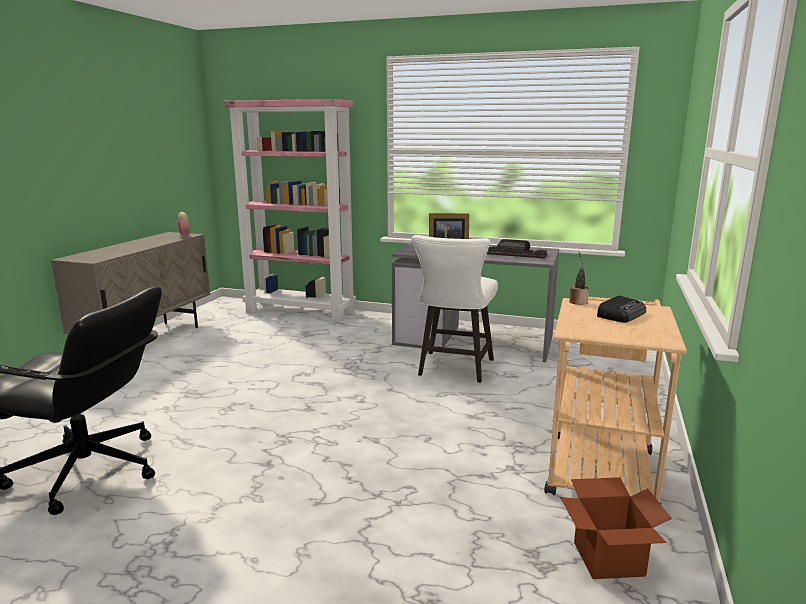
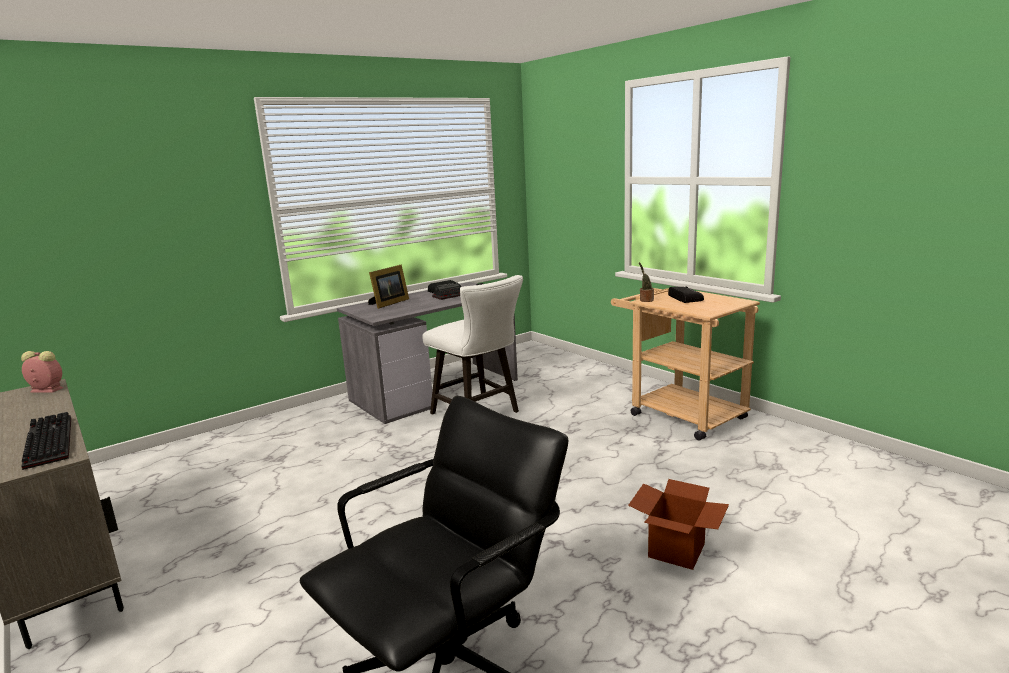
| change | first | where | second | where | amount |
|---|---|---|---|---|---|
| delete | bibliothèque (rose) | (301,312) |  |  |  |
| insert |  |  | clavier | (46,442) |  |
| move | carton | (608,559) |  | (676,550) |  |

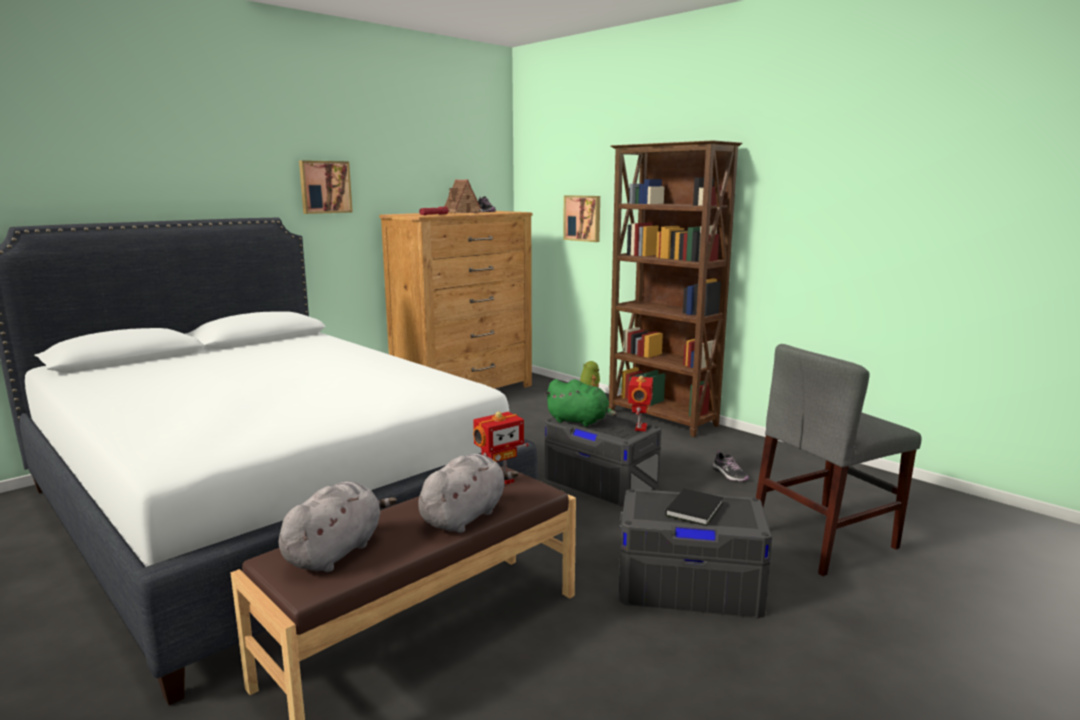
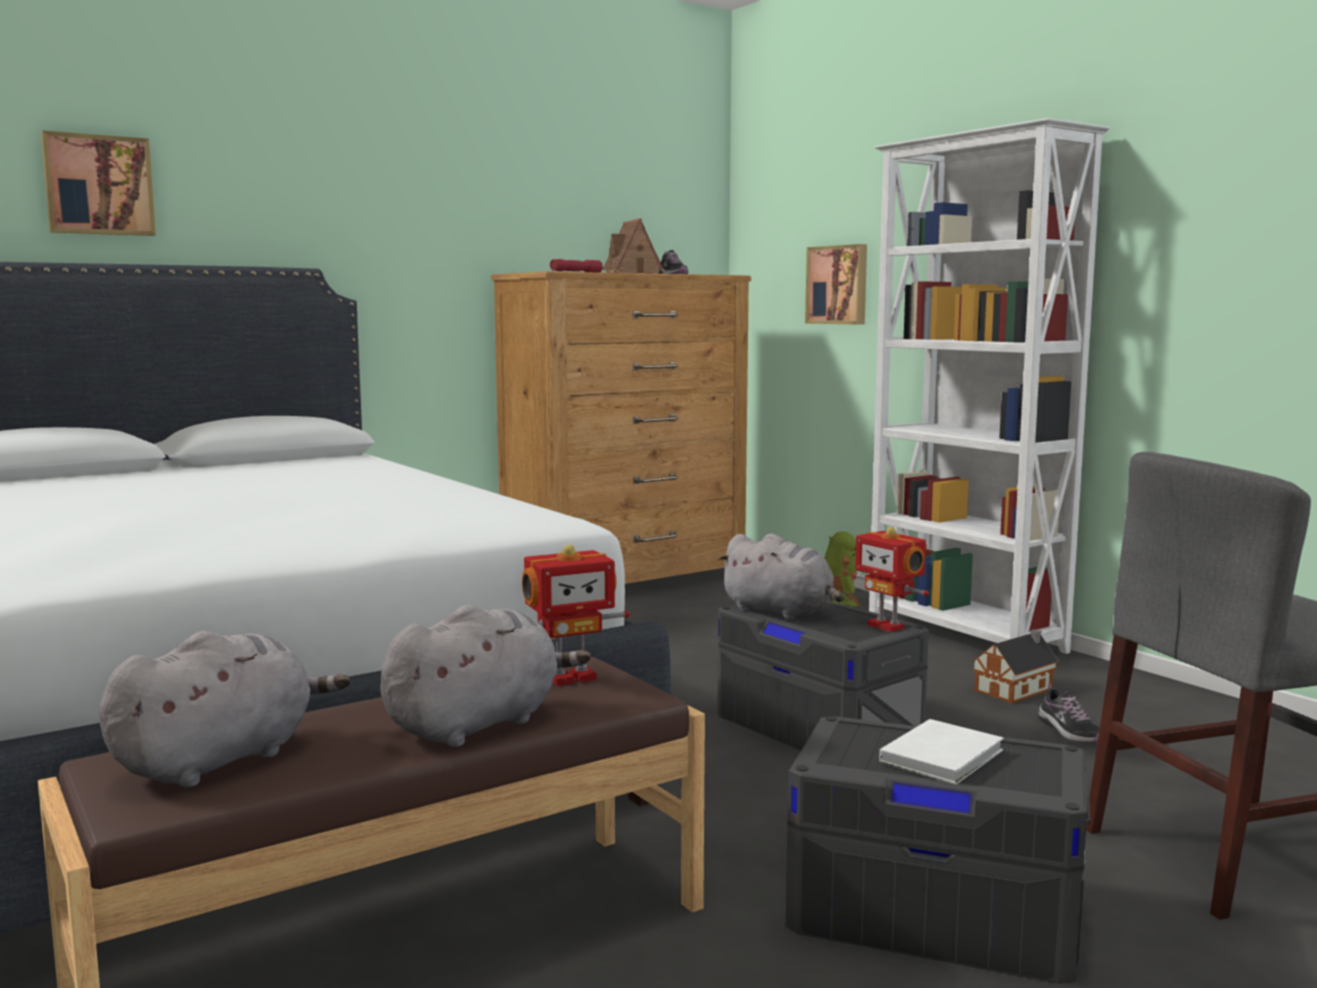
| change | first | where | second | where | amount |
|---|---|---|---|---|---|
| insert |  |  | maison miniature | (1016,689) |  |
| move | tableau | (325,187) |  | (98,185) |  |
| recolor | peluche (vert) | (580,421) | peluche (gris) | (781,612) |  |
| recolor | bibliothèque (marron) | (662,419) | bibliothèque (blanc) | (964,636) |  |
| recolor | livre (noir) | (696,509) | livre (blanc) | (945,756) |  |
| rotate | robot jouet | (639,428) |  | (887,626) | 120 degrees clockwise |

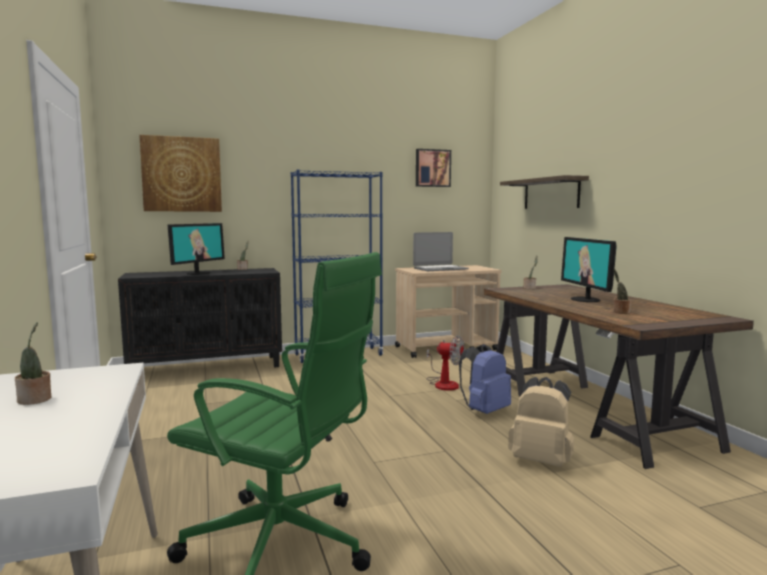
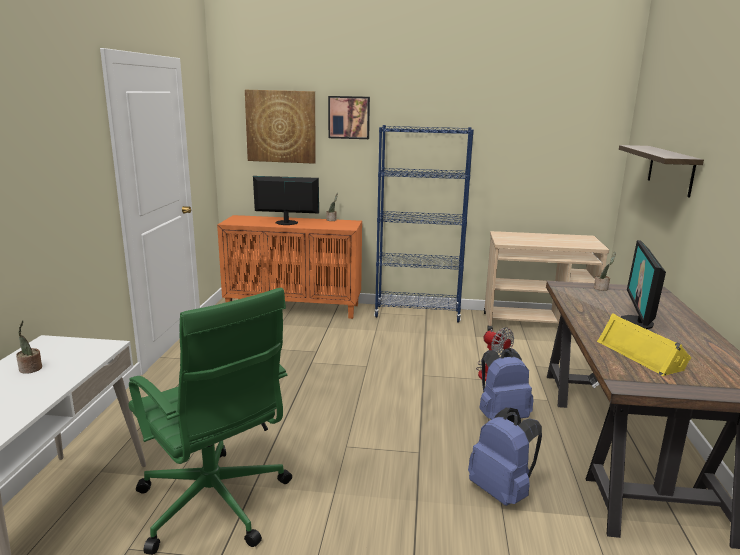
| change | first | where | second | where | amount |
|---|---|---|---|---|---|
| delete | ordinateur portable | (440,269) |  |  |  |
| move | tableau | (432,168) |  | (349,117) |  |
| replace | plante en pot | (620,312) | enceinte (jaune) | (641,355) |  |
| recolor | meuble de rangement (noir) | (208,367) | meuble de rangement (orange) | (294,307) |  |
| recolor | sac à dos (beige) | (541,460) | sac à dos (bleu) | (502,491) |  |
| rotate | écran d'ordinateur | (198,273) |  | (286,223) | 135 degrees counterclockwise |

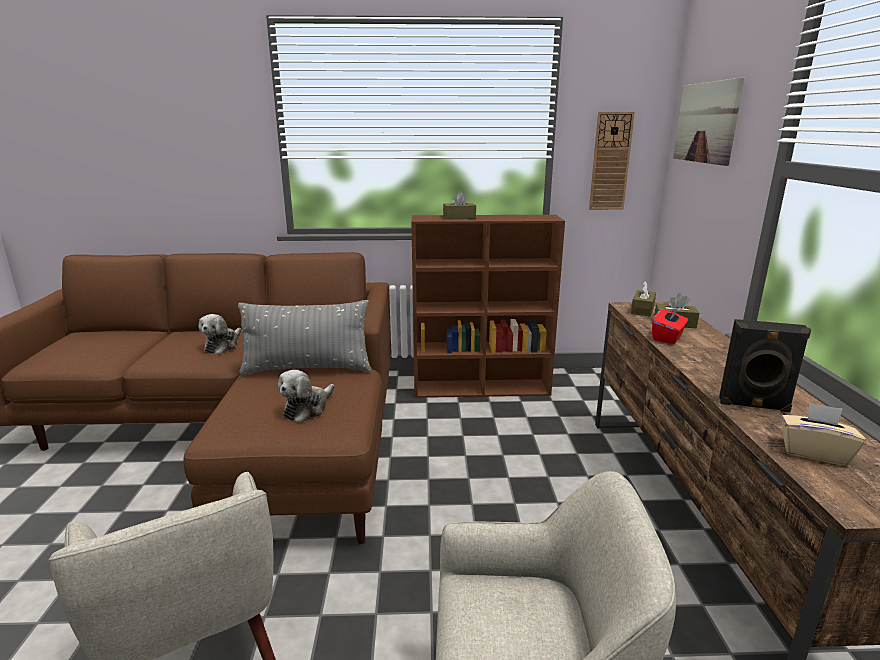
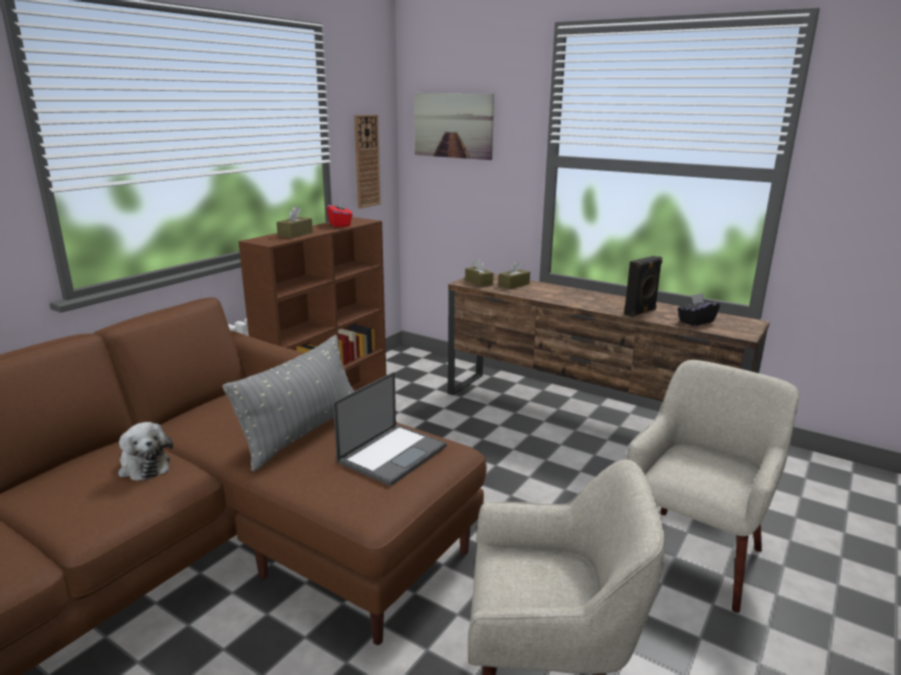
| change | first | where | second | where | amount |
|---|---|---|---|---|---|
| move | boîte à mouchoirs (rouge) | (668,337) |  | (340,224) |  |
| replace | peluche | (307,408) | ordinateur portable | (393,453) |  |
| recolor | boîte à mouchoirs (beige) | (814,452) | boîte à mouchoirs (noir) | (696,321) |  |

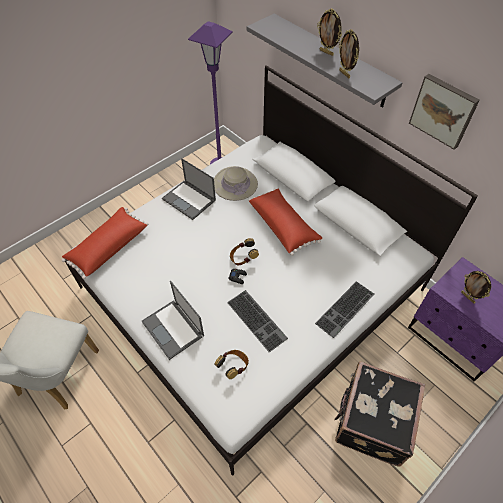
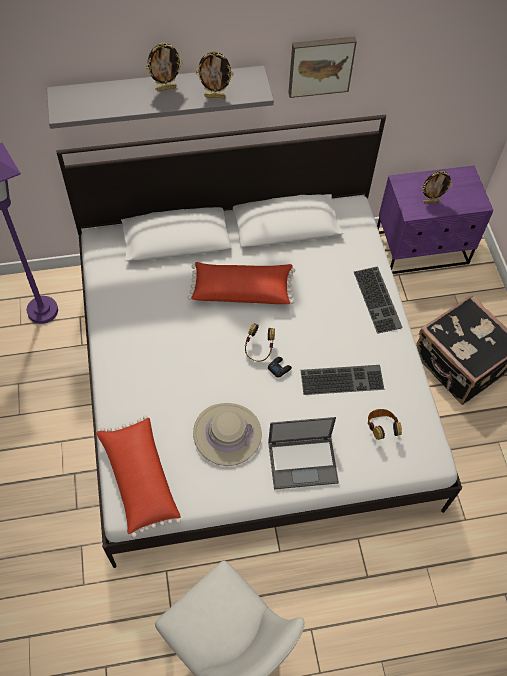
| change | first | where | second | where | amount |
|---|---|---|---|---|---|
| delete | ordinateur portable | (189,200) |  |  |  |
| move | chapeau (beige) | (235,184) |  | (227,434) |  |

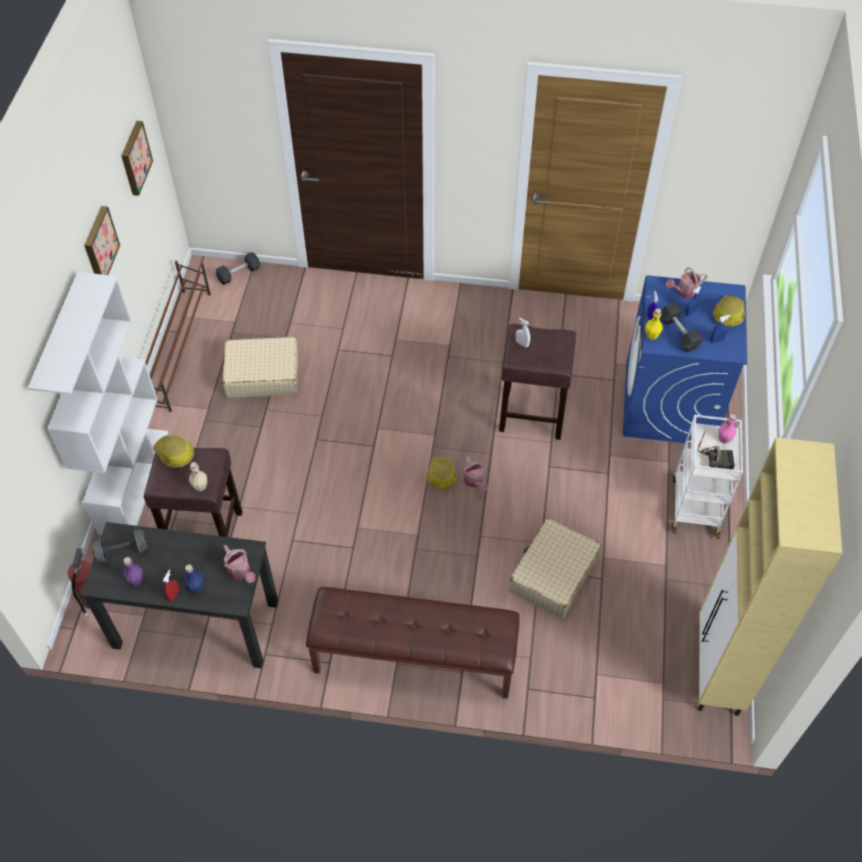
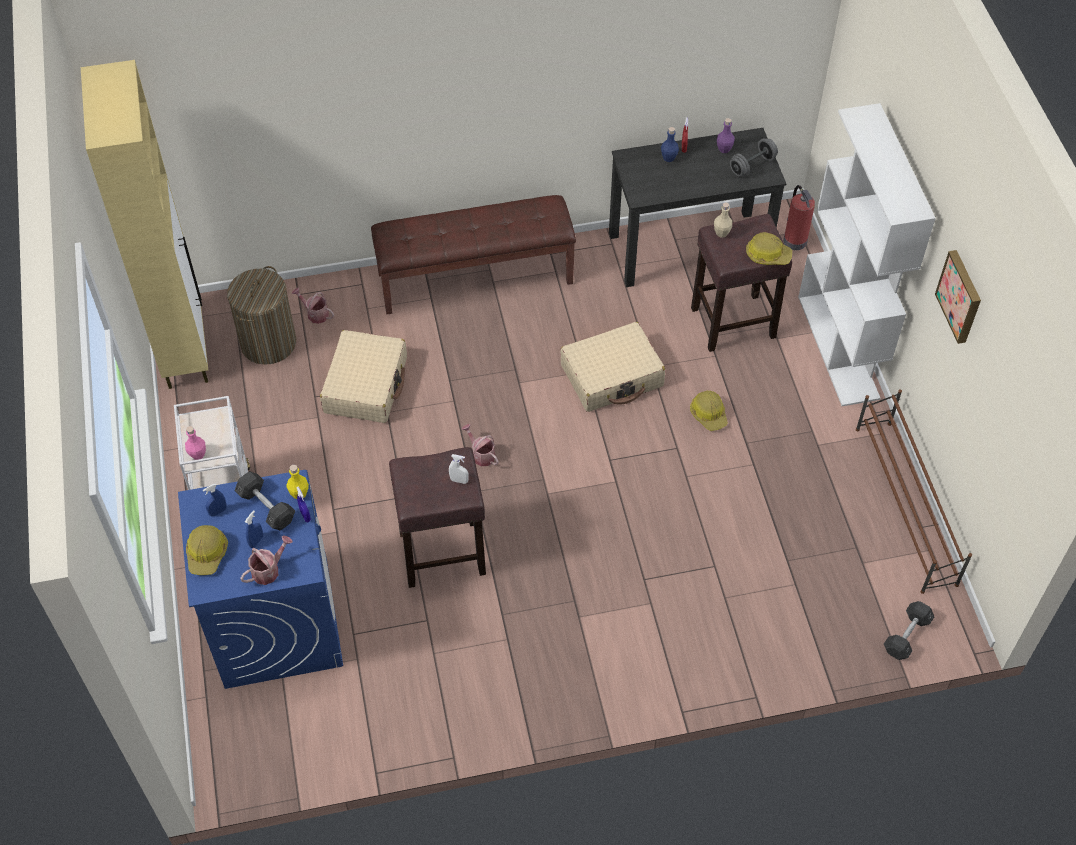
| change | first | where | second | where | amount |
|---|---|---|---|---|---|
| delete | tableau | (134,158) |  |  |  |
| delete | radio | (717,460) |  |  |  |
| insert |  |  | panier à linge | (268,343) |  |
| move | valise (beige) | (262,375) |  | (612,376) |  |
| move | arrosoir | (240,572) |  | (315,313) |  |
| move | casque de chantier | (441,475) |  | (708,414) |  |

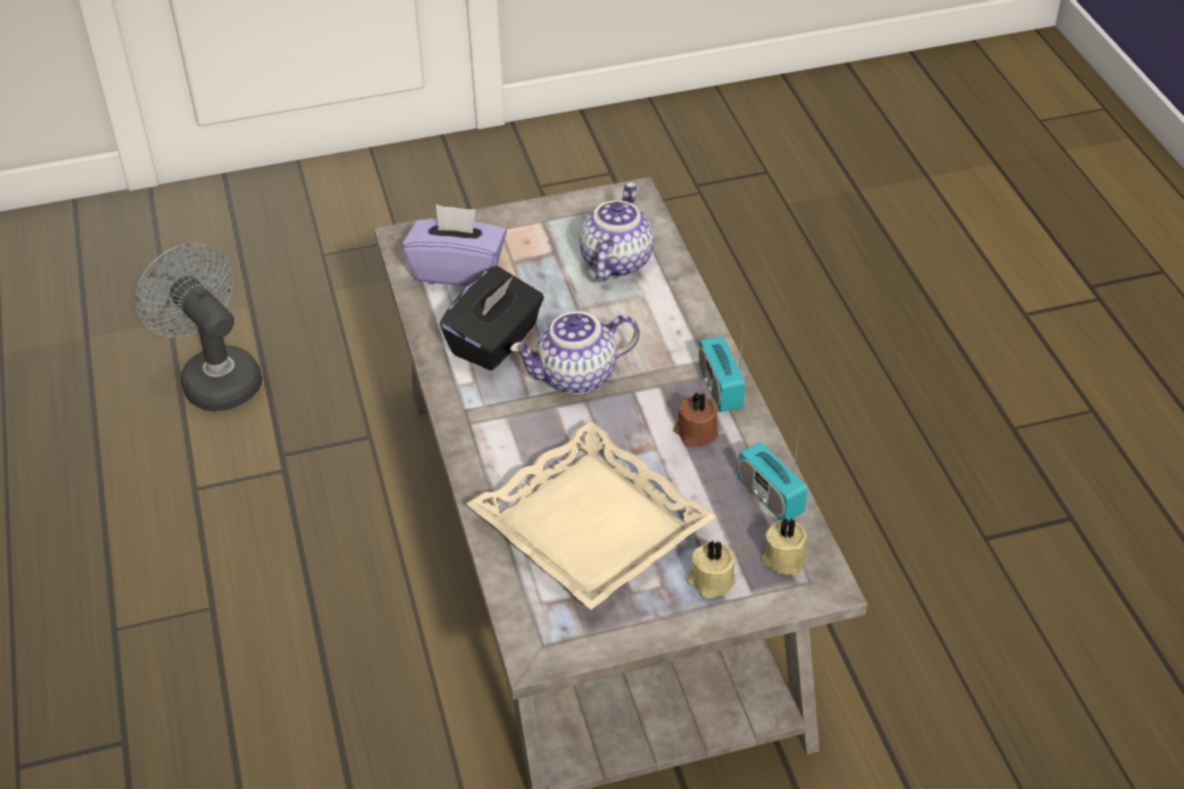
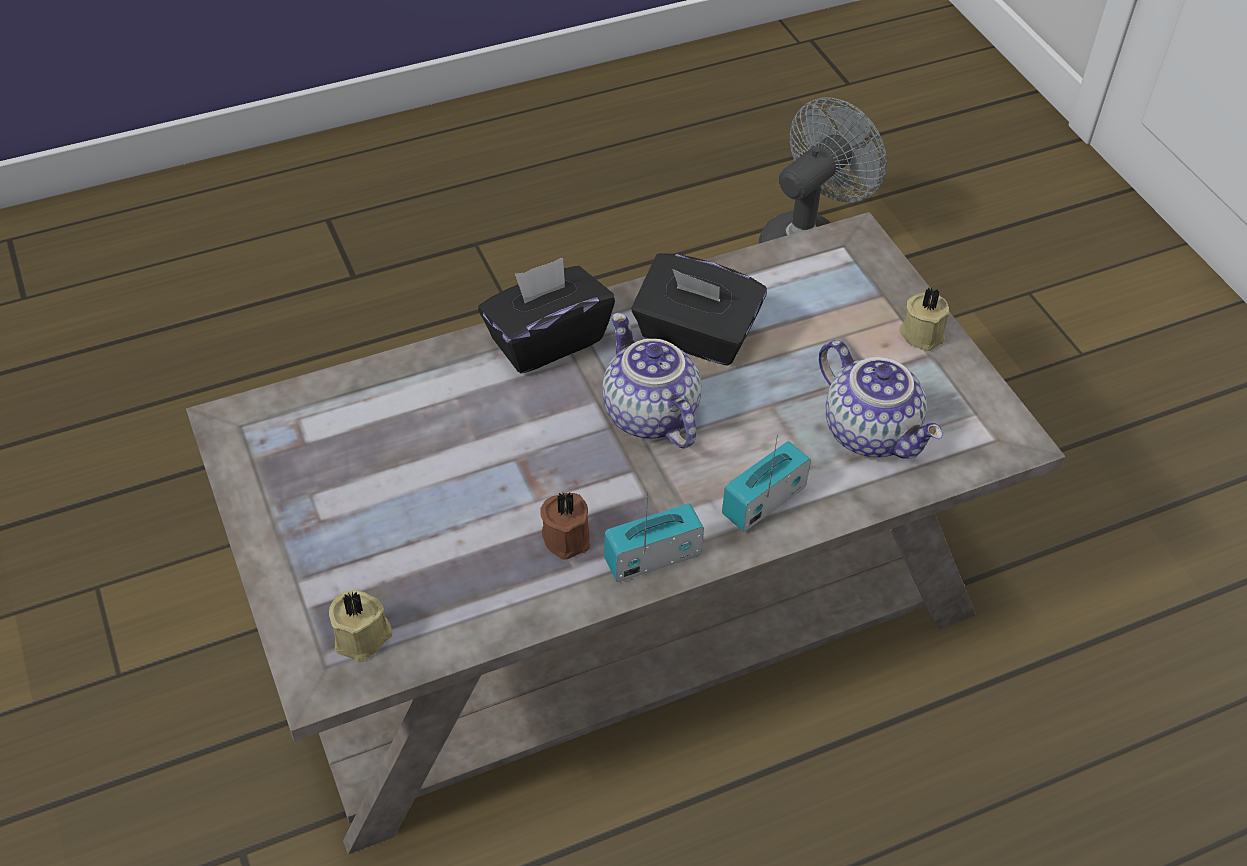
| change | first | where | second | where | amount |
|---|---|---|---|---|---|
| delete | boîte à mouchoirs (violet) | (458,270) |  |  |  |
| delete | plateau (beige) | (592,525) |  |  |  |
| insert |  |  | boîte à mouchoirs (noir) | (546,340) |  |
| move | bougie (beige) | (710,581) |  | (922,333) |  |
| move | radio | (770,496) |  | (763,501) |  |
| rotate | théière | (615,261) |  | (872,432) | 45 degrees clockwise |

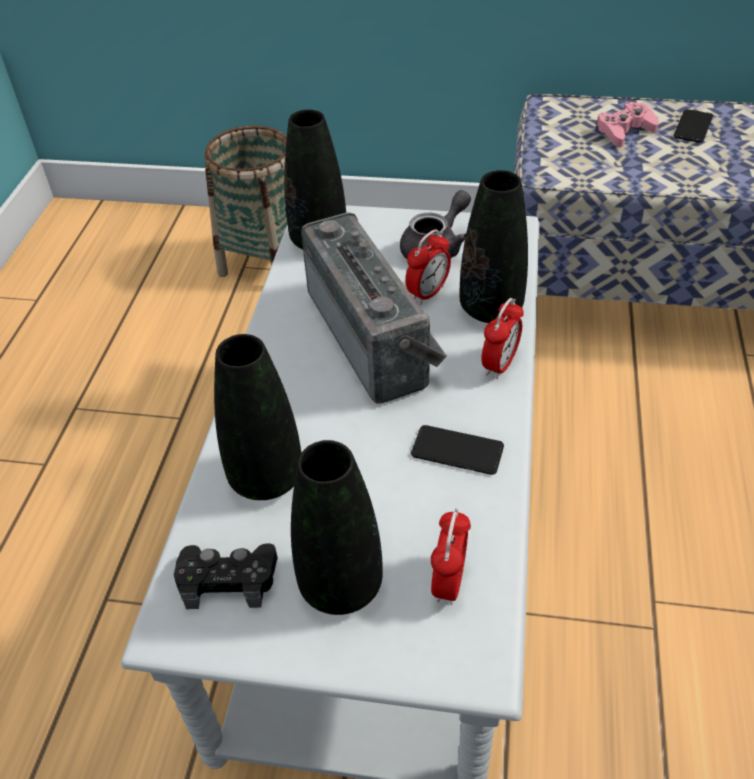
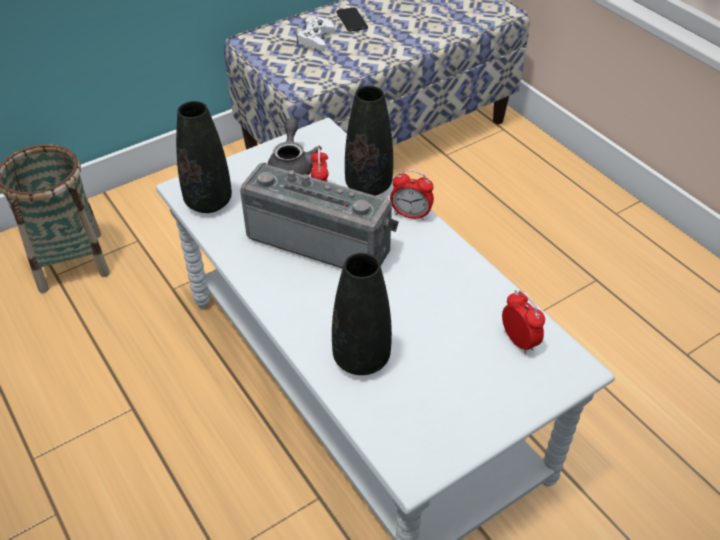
| change | first | where | second | where | amount |
|---|---|---|---|---|---|
| delete | manette (noir) | (228,580) |  |  |  |
| delete | vase (noir) | (341,585) |  |  |  |
| delete | téléphone | (457,451) |  |  |  |
| recolor | manette (rose) | (624,131) | manette (blanc) | (315,39) |  |
| rotate | réveil | (500,364) |  | (411,214) | 120 degrees clockwise |

